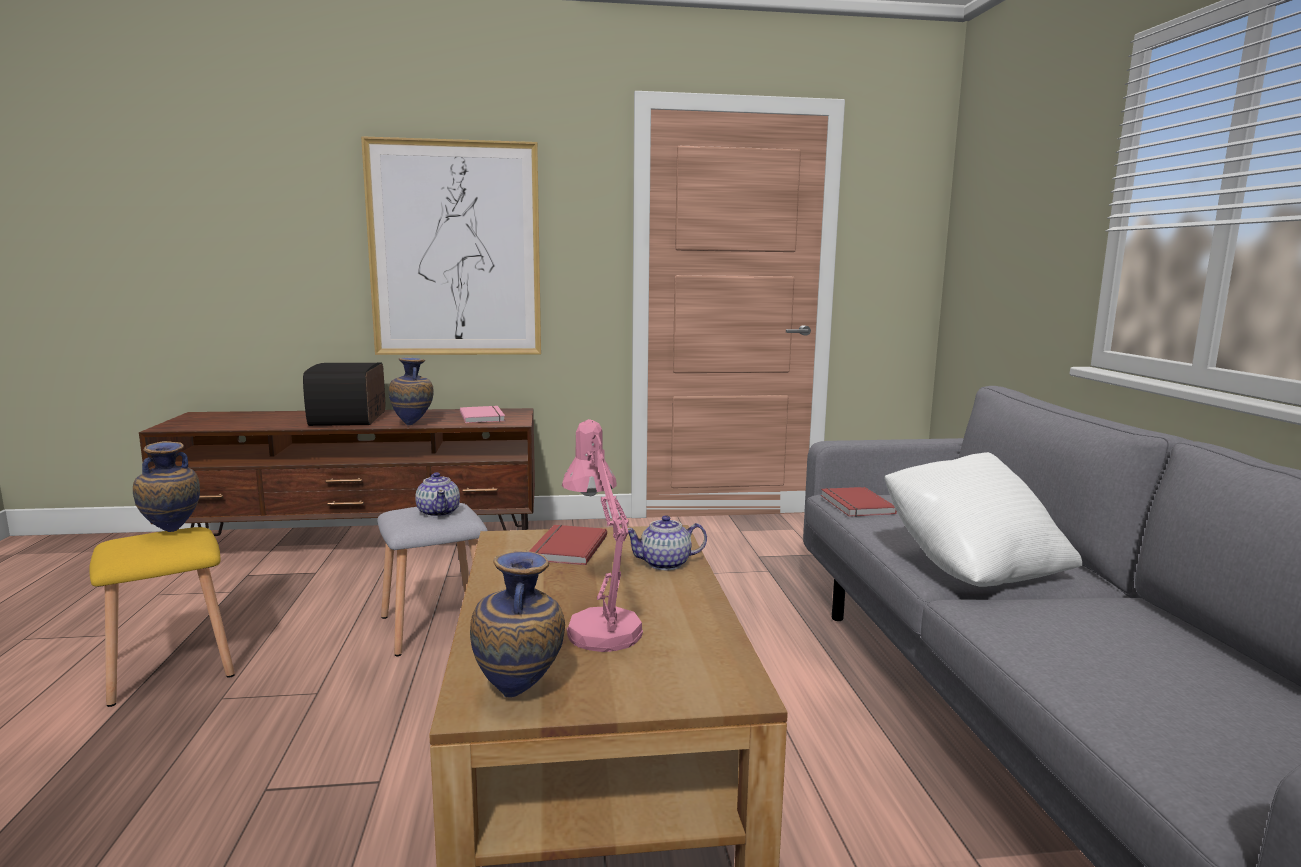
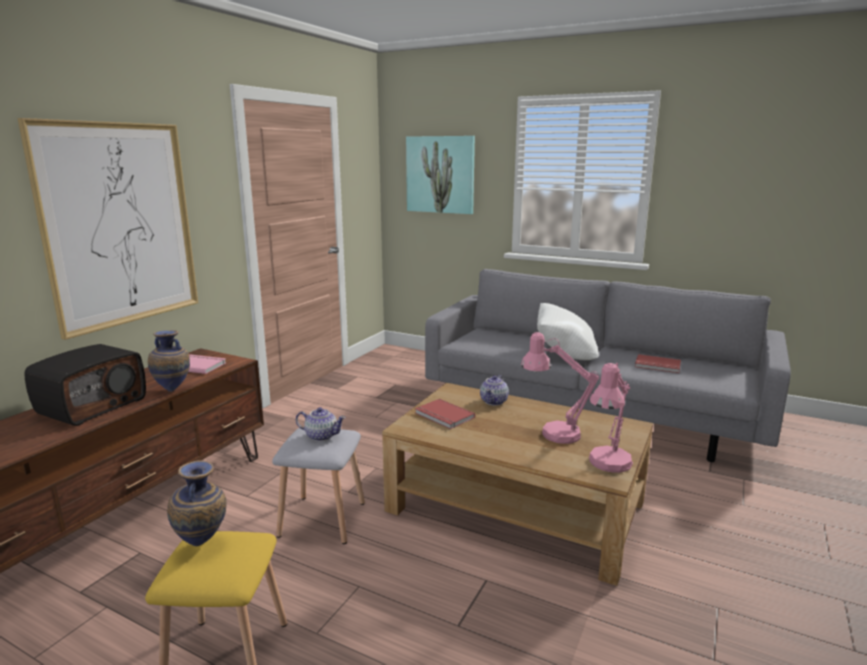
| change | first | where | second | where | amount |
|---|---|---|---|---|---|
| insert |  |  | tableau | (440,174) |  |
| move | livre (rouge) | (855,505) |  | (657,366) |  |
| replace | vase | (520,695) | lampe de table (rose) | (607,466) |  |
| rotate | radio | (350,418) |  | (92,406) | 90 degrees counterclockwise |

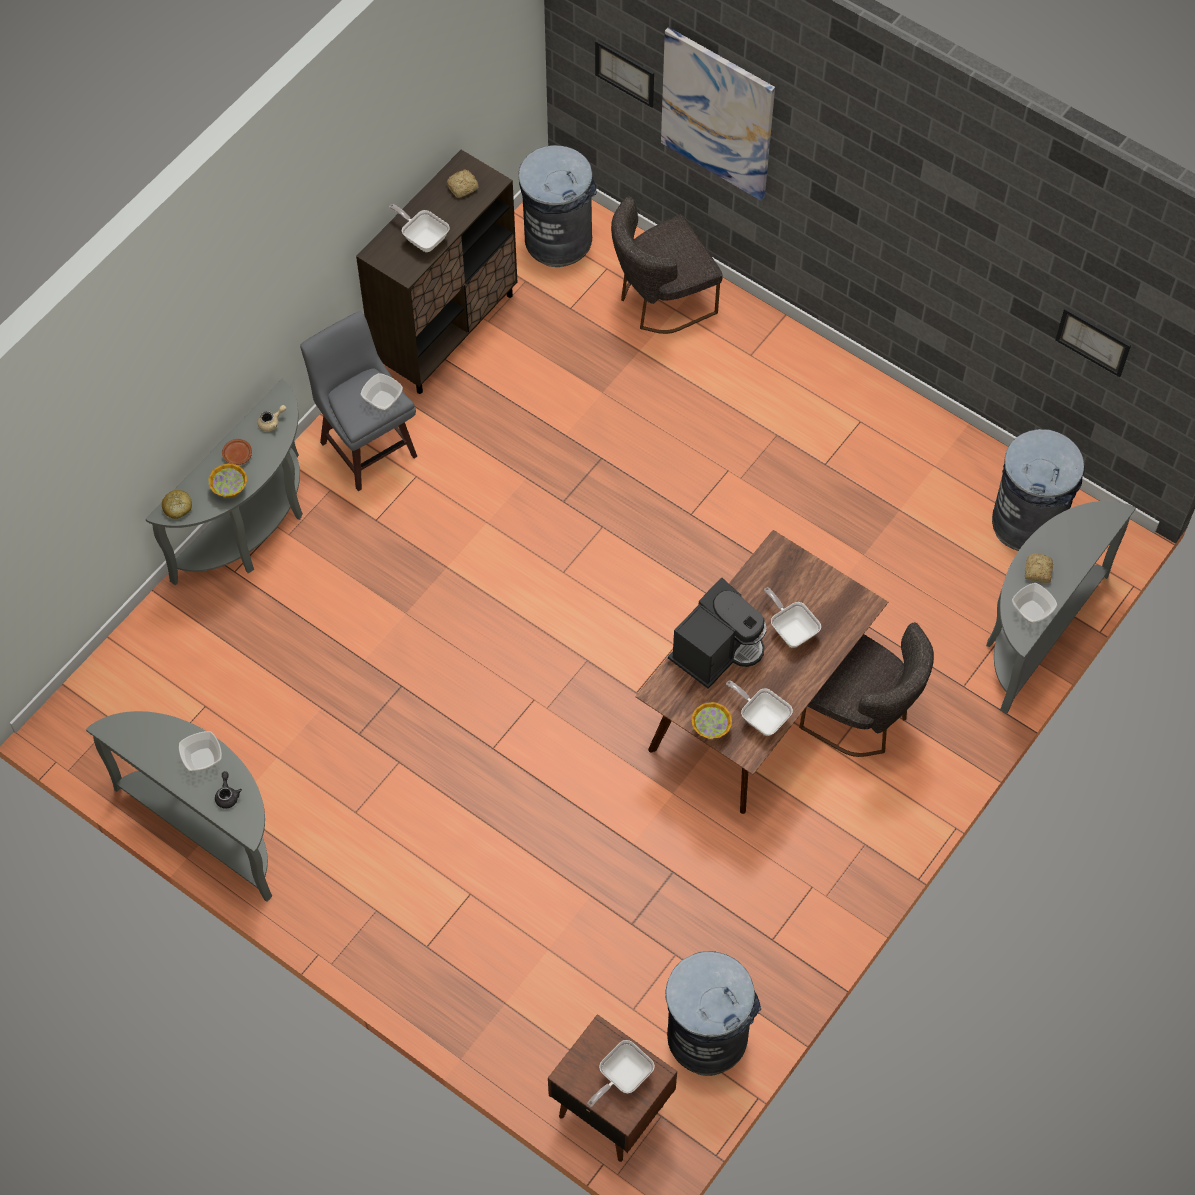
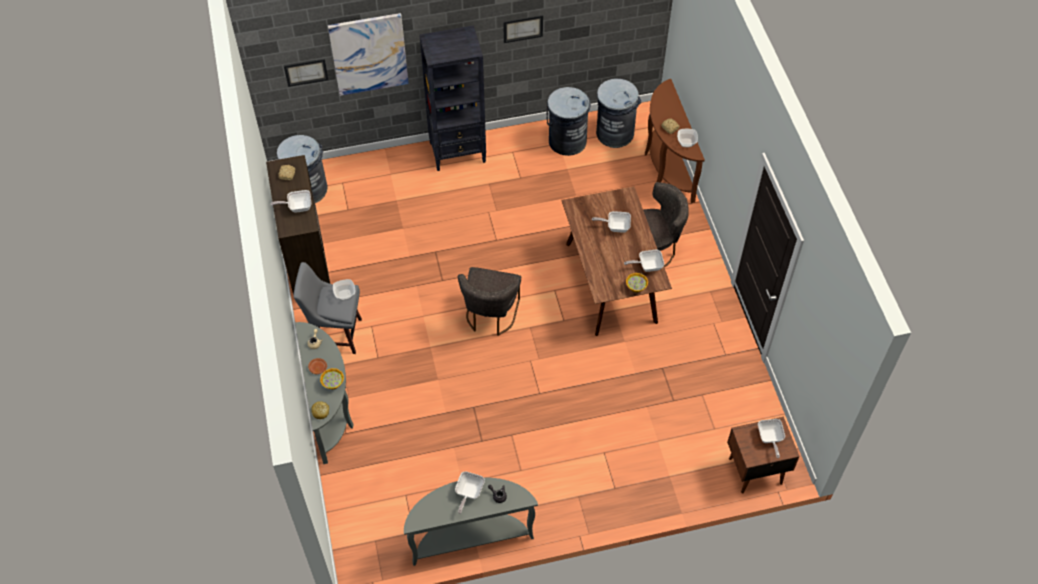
| change | first | where | second | where | amount |
|---|---|---|---|---|---|
| delete | machine à café | (716,650) |  |  |  |
| insert |  |  | bibliothèque (noir) | (458,152) |  |
| move | chaise (gris) | (660,301) |  | (490,316) |  |
| move | poubelle (gris) | (707,1035) |  | (567,141) |  |
| move | tableau | (1093,341) |  | (523,28) |  |
| replace | bol | (202,759) | poêle | (468,493) |  |
| recolor | table console (gris) | (1035,630) | table console (marron) | (666,166) |  |

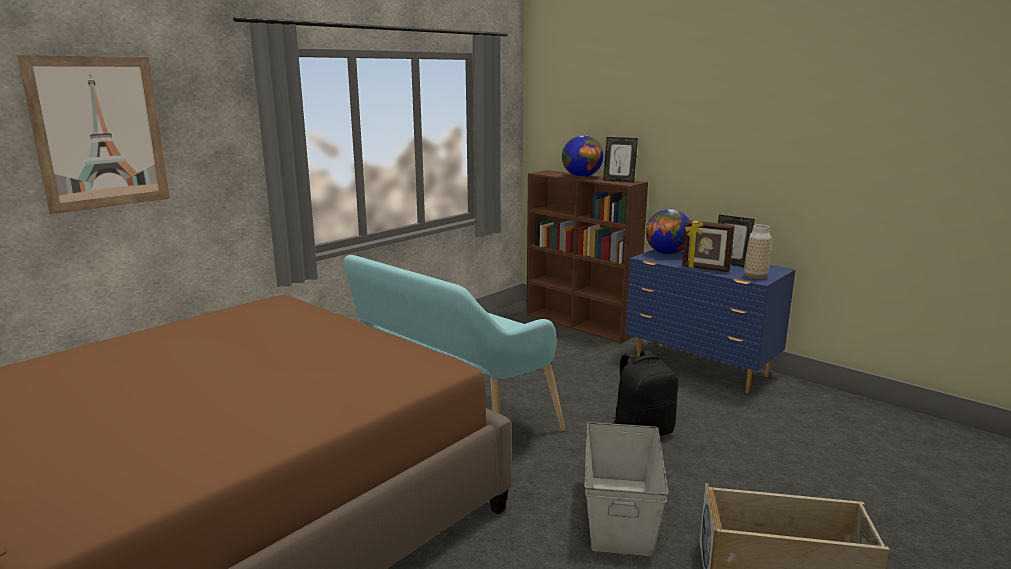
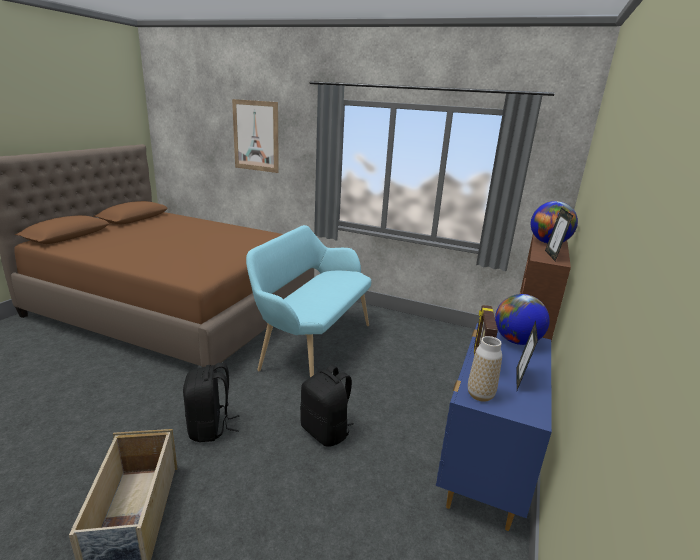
| change | first | where | second | where | amount |
|---|---|---|---|---|---|
| replace | boîte de rangement (gris) | (621,513) | sac à dos (noir) | (210,427) |  |

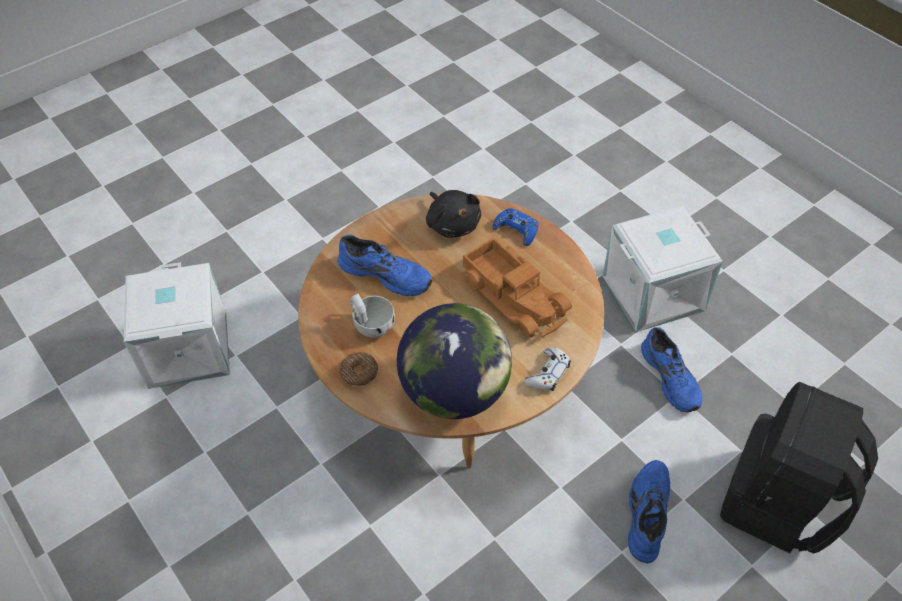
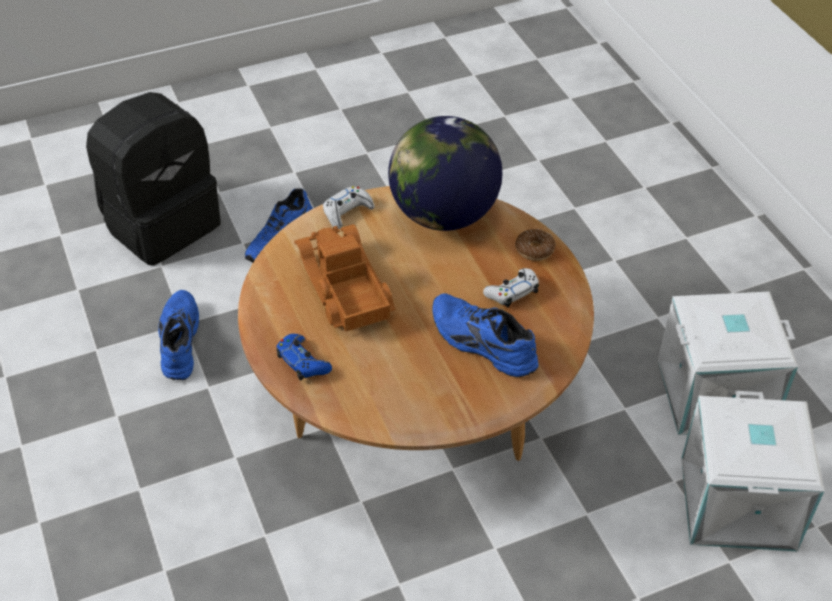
| change | first | where | second | where | amount |
|---|---|---|---|---|---|
| delete | peluche (noir) | (452,224) |  |  |  |
| move | boîte de rangement (blanc) | (653,294) |  | (715,392) |  |
| replace | tasse (blanc) | (371,324) | manette (blanc) | (512,292) |  |

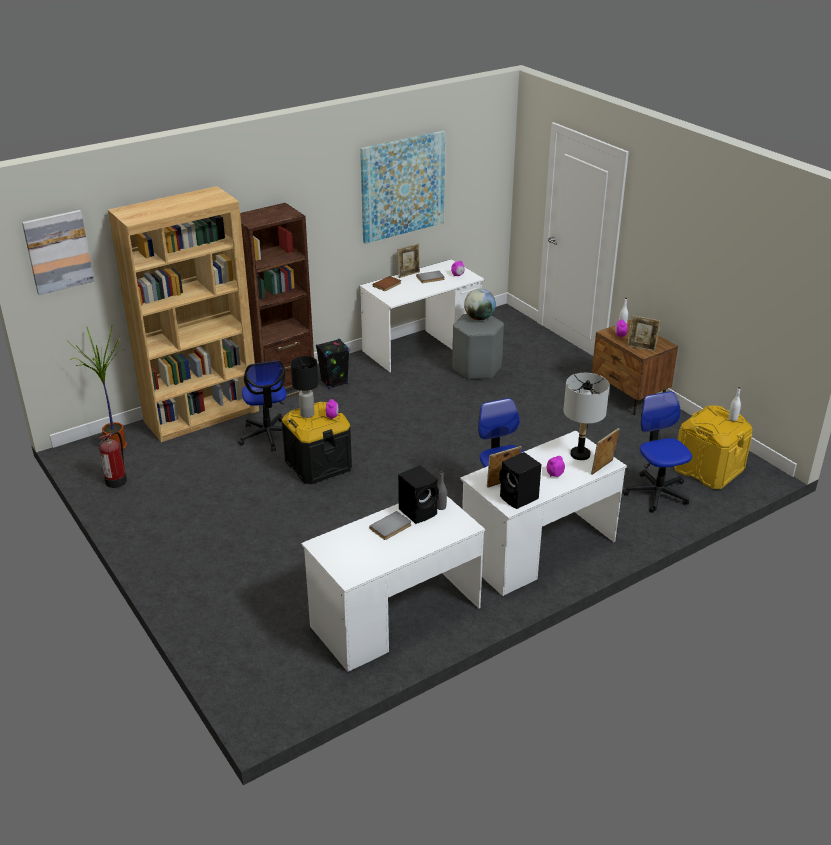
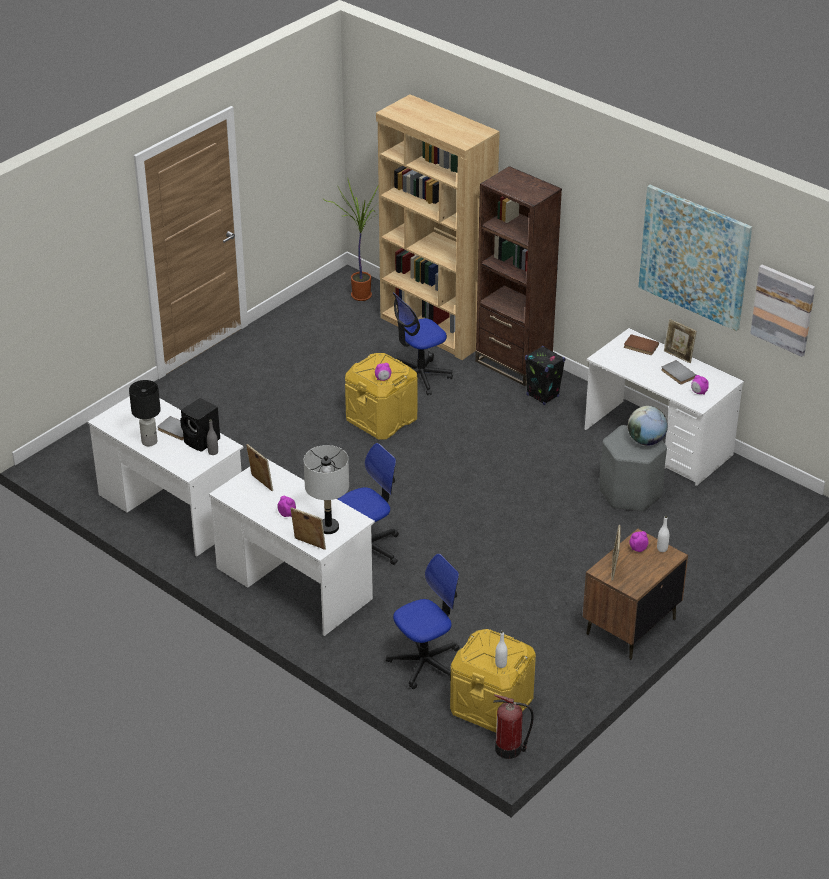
| change | first | where | second | where | amount |
|---|---|---|---|---|---|
| delete | enceinte (noir) | (519,498) |  |  |  |
| move | tableau | (58,252) |  | (783,309) |  |
| move | extincteur | (117,480) |  | (510,749) |  |
| move | lampe de table (noir) | (307,414) |  | (149,441) |  |
| recolor | boîte de rangement (noir) | (318,465) | boîte de rangement (jaune) | (381,418) |  |

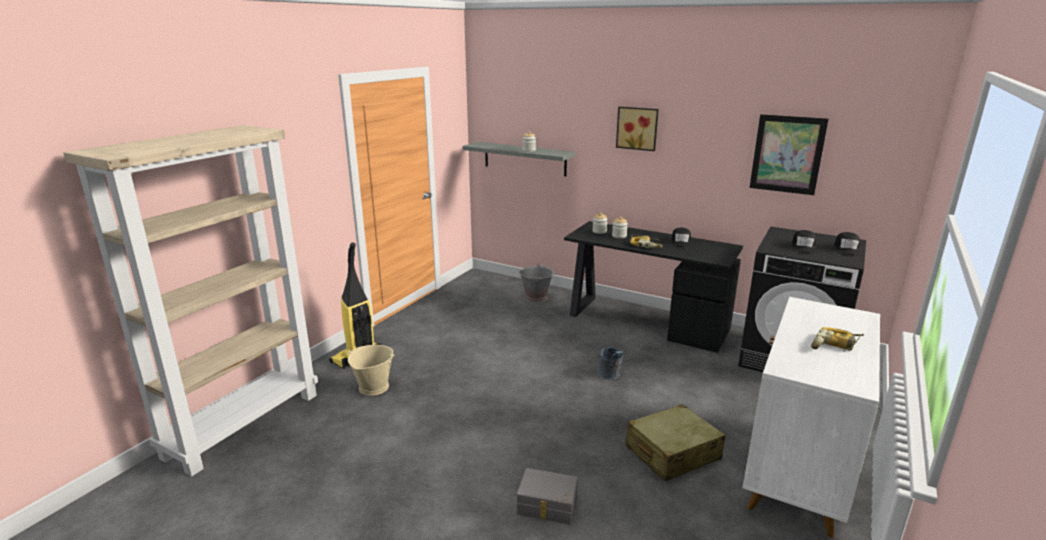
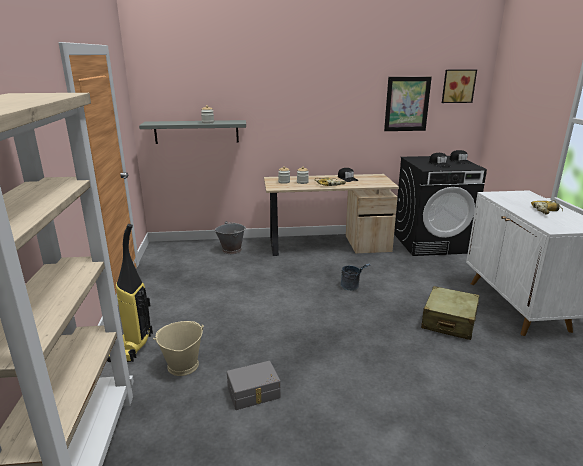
| change | first | where | second | where | amount |
|---|---|---|---|---|---|
| move | boîte de rangement (gris) | (547,506) |  | (254,393) |  |
| move | tableau | (637,128) |  | (458,86) |  |
| recolor | bureau (noir) | (645,320) | bureau (beige) | (326,245) |  |

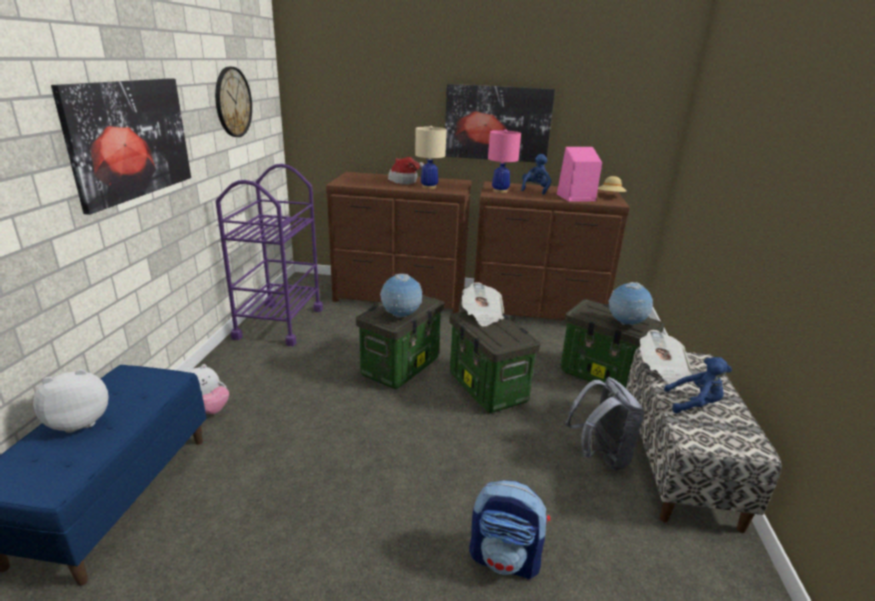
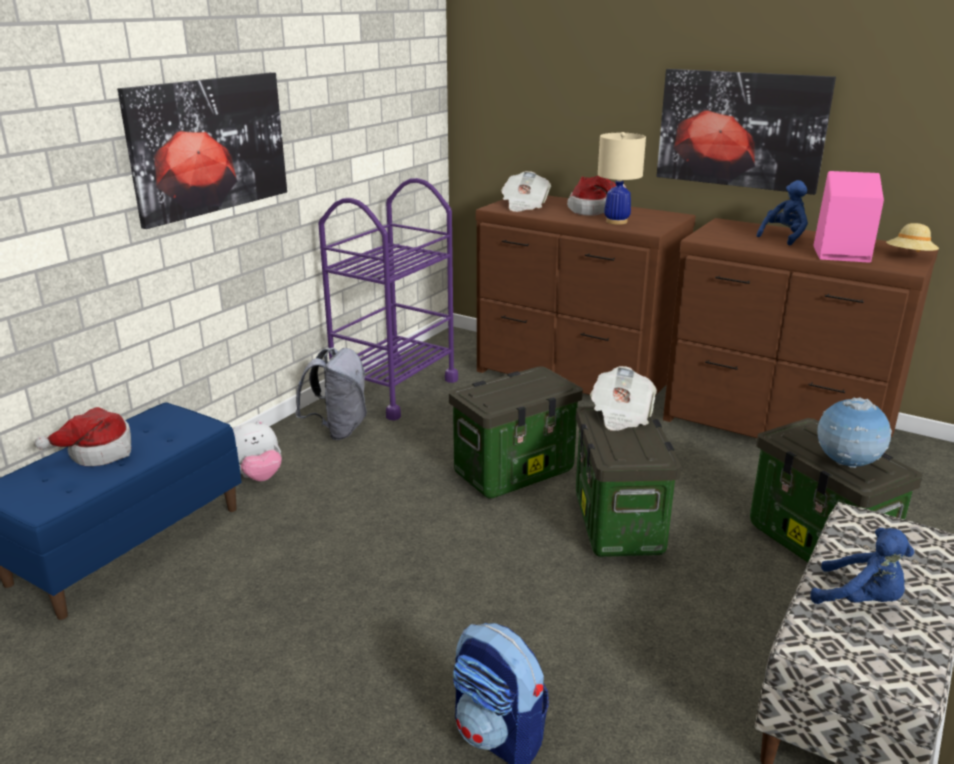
| change | first | where | second | where | amount |
|---|---|---|---|---|---|
| delete | horloge murale | (233,102) |  |  |  |
| delete | globe | (401,316) |  |  |  |
| delete | lampe de table (rose) | (500,191) |  |  |  |
| move | sac à dos (gris) | (600,456) |  | (338,430) |  |
| move | journal | (662,370) |  | (524,206) |  |
| replace | peluche | (80,422) | chapeau | (98,453) |  |

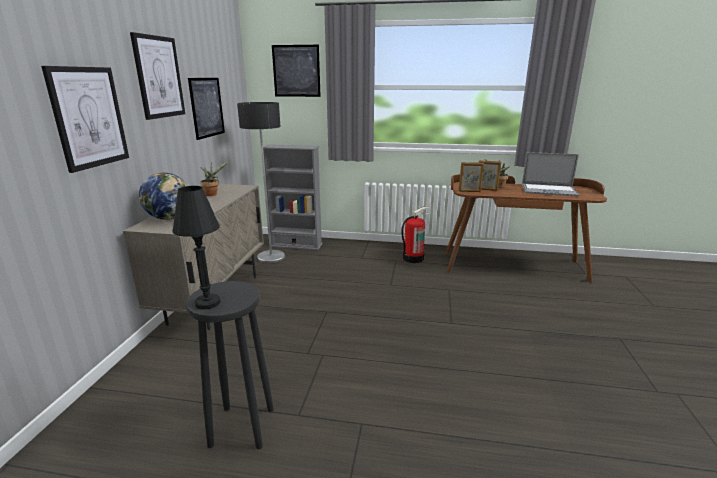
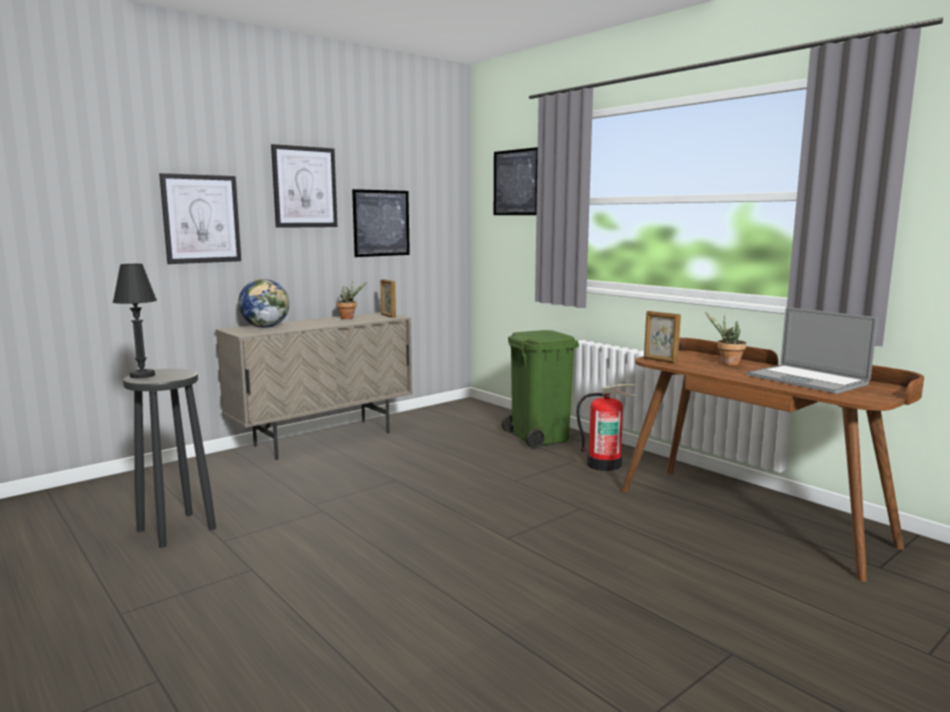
| change | first | where | second | where | amount |
|---|---|---|---|---|---|
| delete | lampadaire | (271,257) |  |  |  |
| delete | bibliothèque (gris) | (296,245) |  |  |  |
| insert |  |  | poubelle (vert) | (539,437) |  |
| move | cadre photo | (486,189) |  | (388,316) |  |

